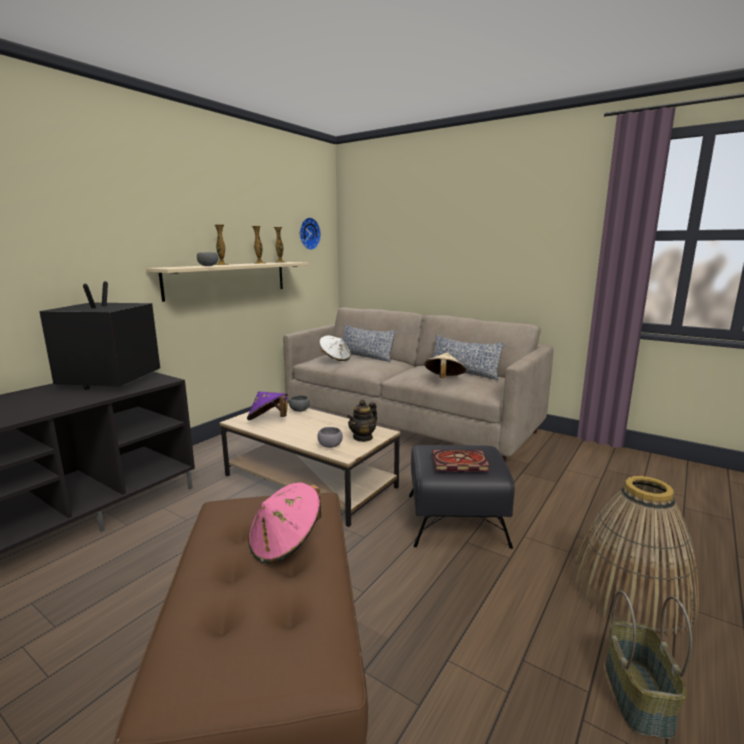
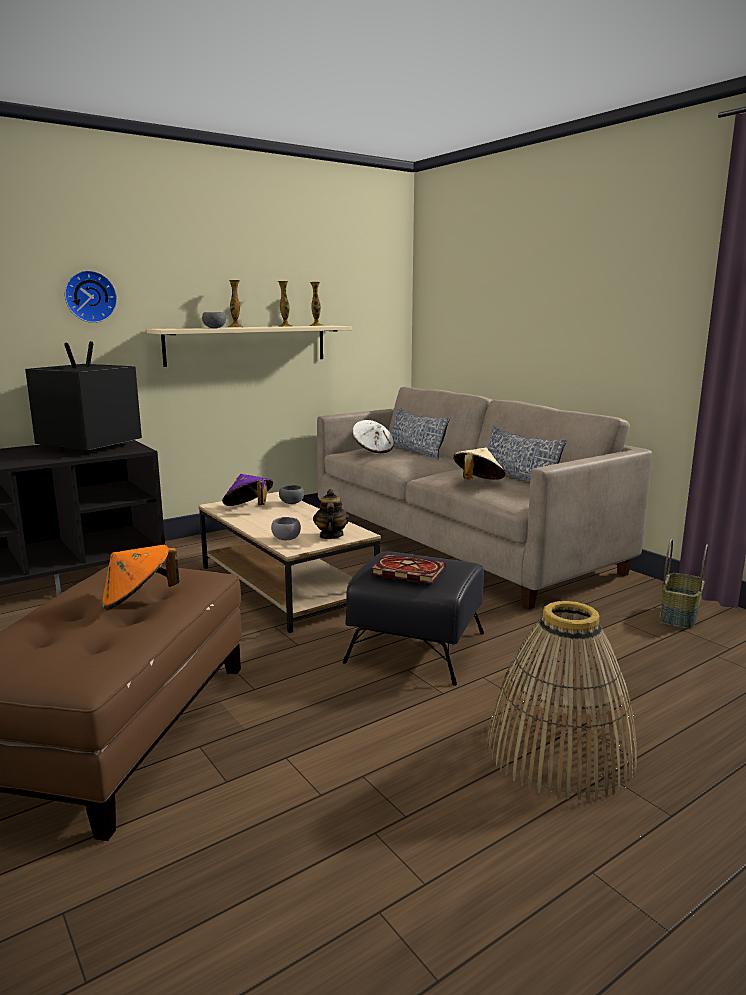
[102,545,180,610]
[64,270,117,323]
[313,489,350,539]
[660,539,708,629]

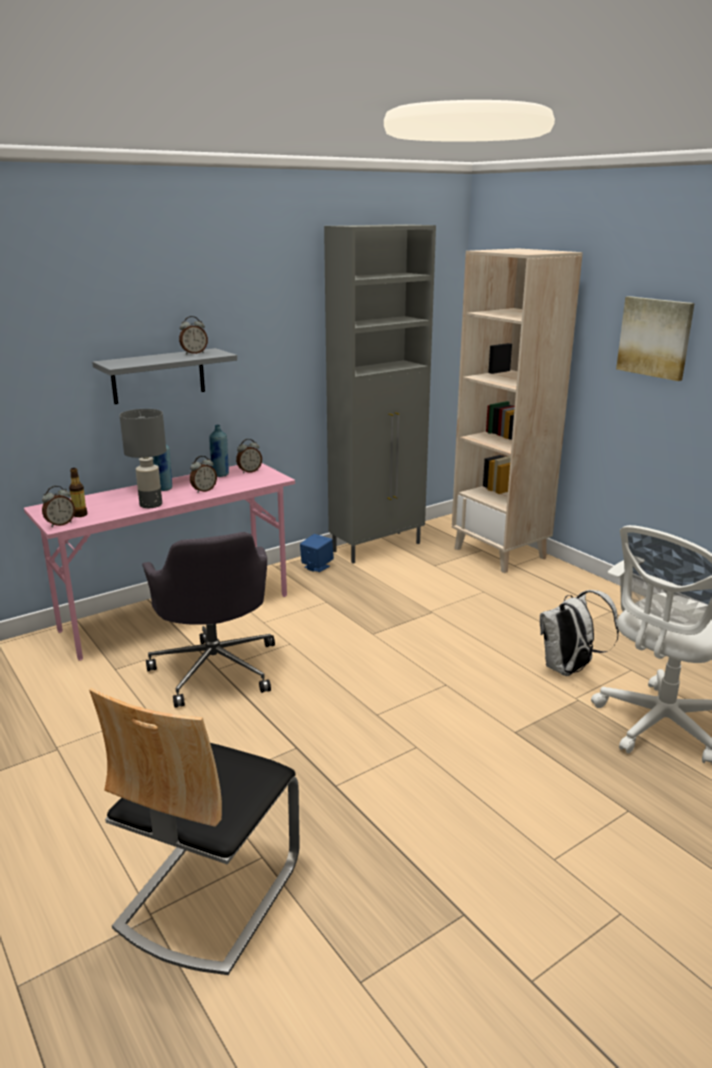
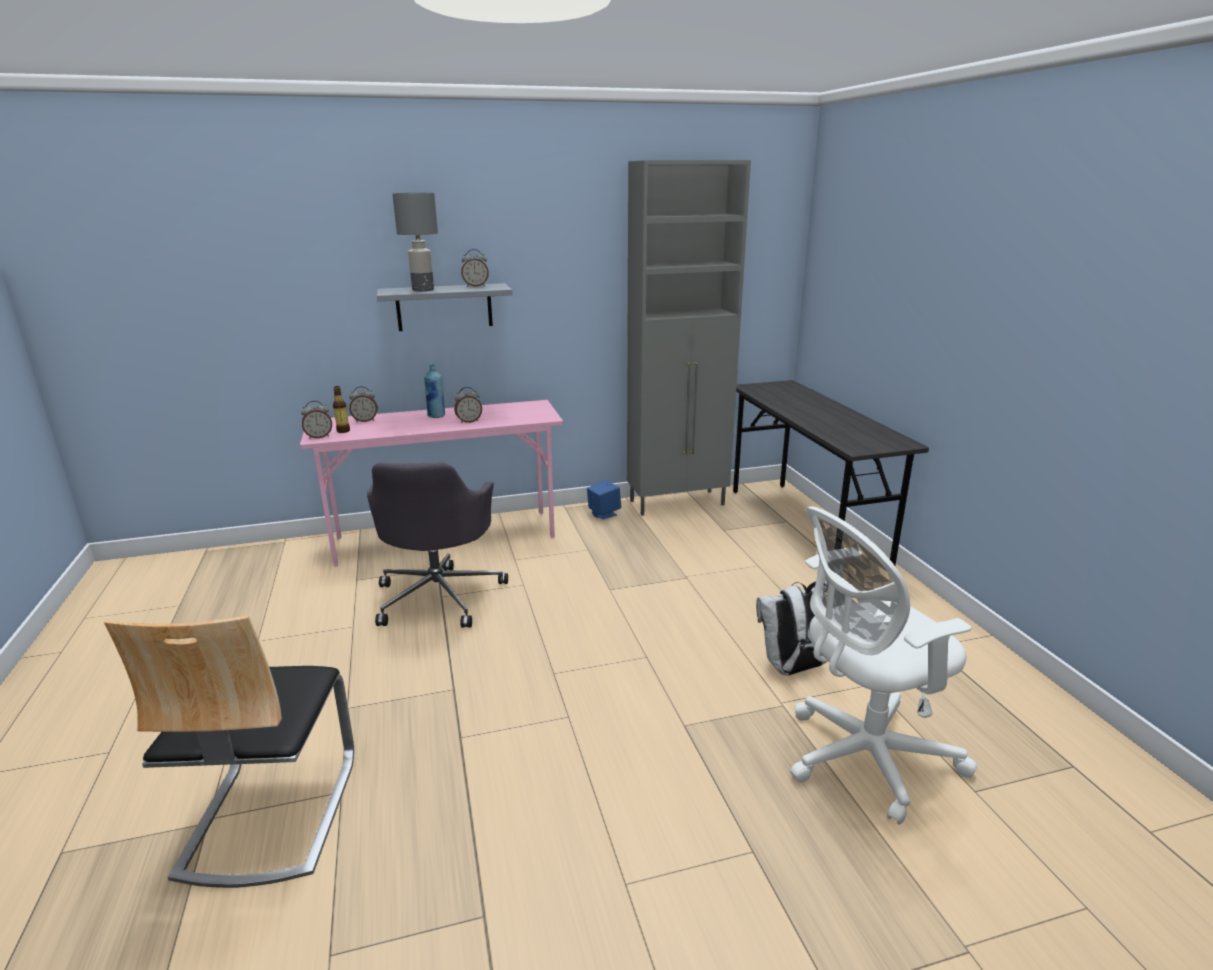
[104,615,354,888]
[392,193,438,291]
[209,425,229,477] (first image)
[349,386,378,422]
[733,380,929,565]
[616,296,695,381] (first image)

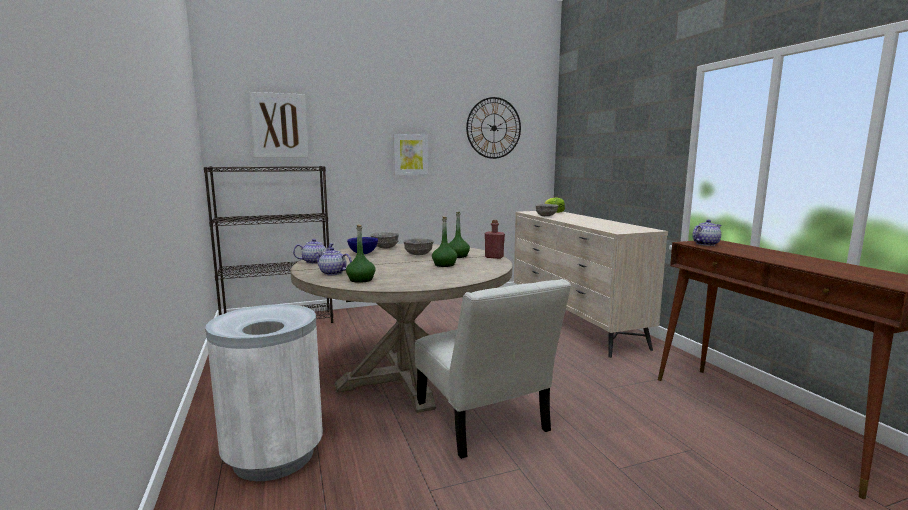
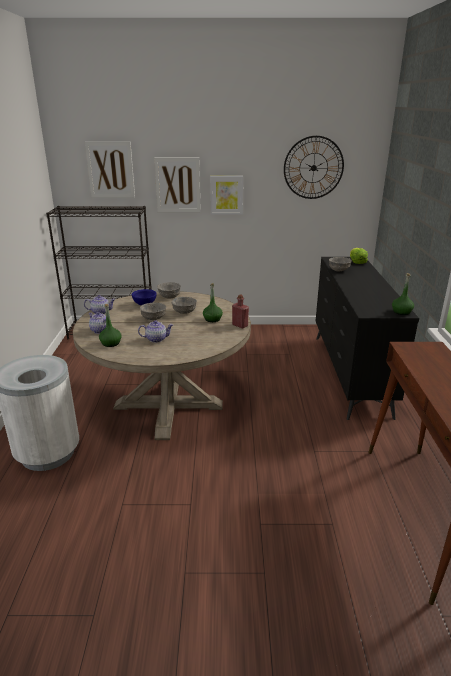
[415,279,571,459] (first image)
[392,273,414,315]
[316,257,419,420]
[138,320,173,343]
[140,303,166,320]
[154,157,201,213]

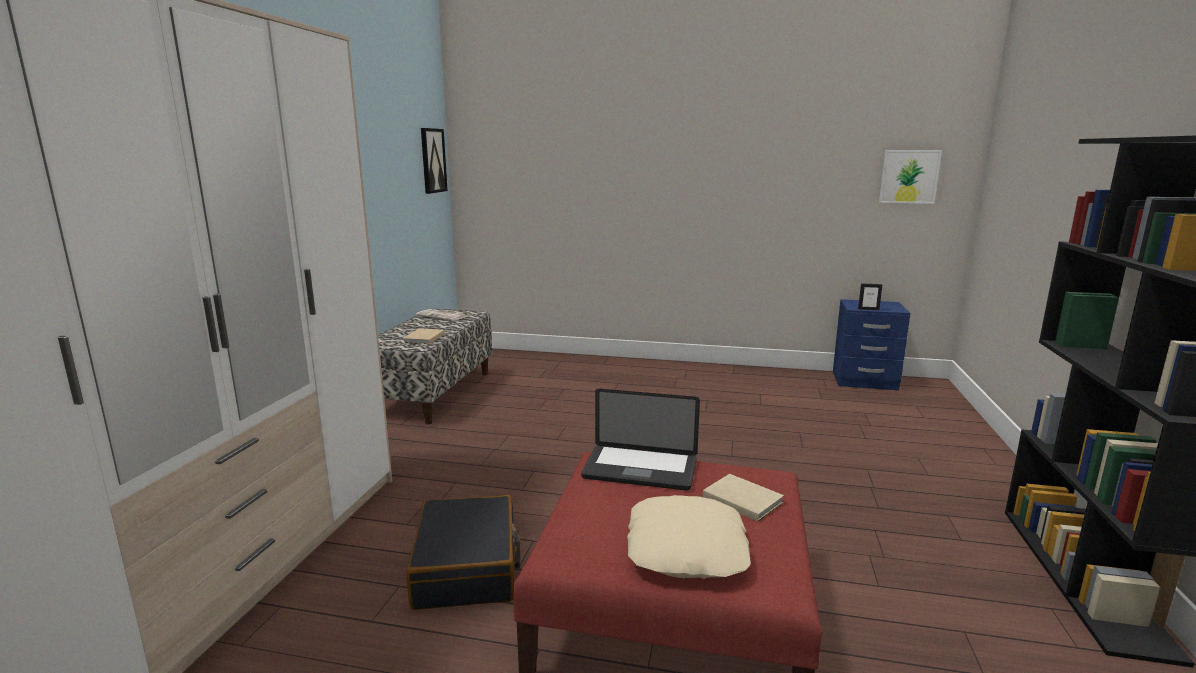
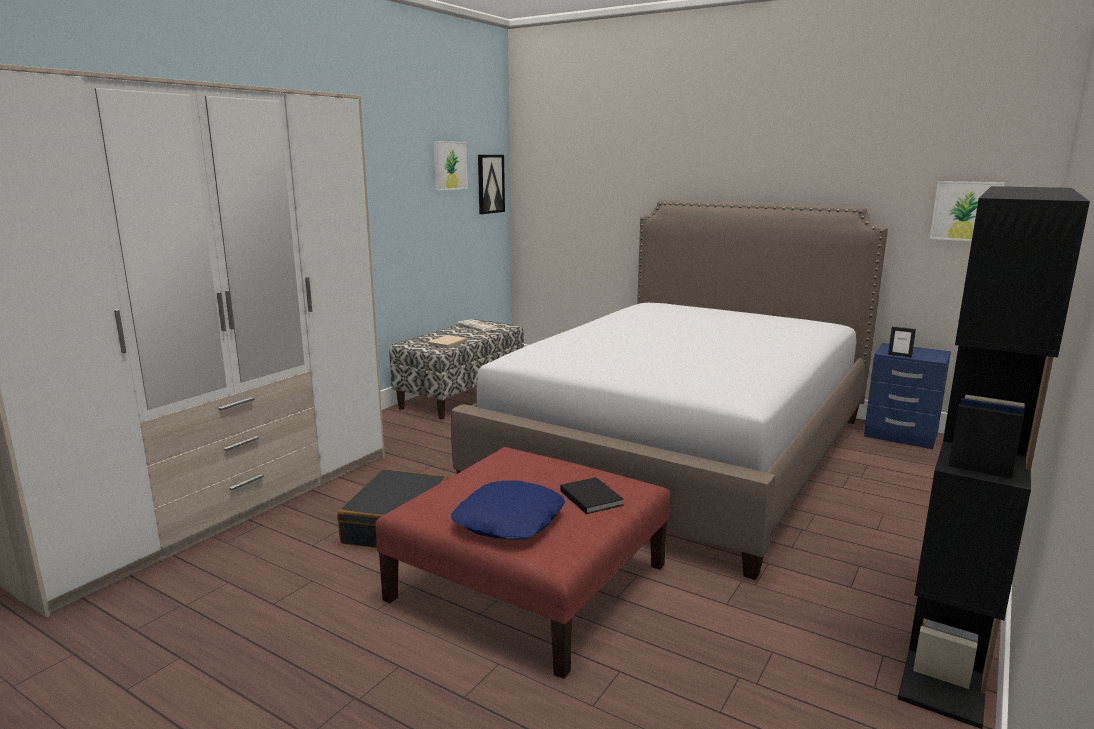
[581,389,700,491] (first image)
[451,481,565,540]
[560,477,624,514]
[433,141,468,191]
[451,200,888,580]

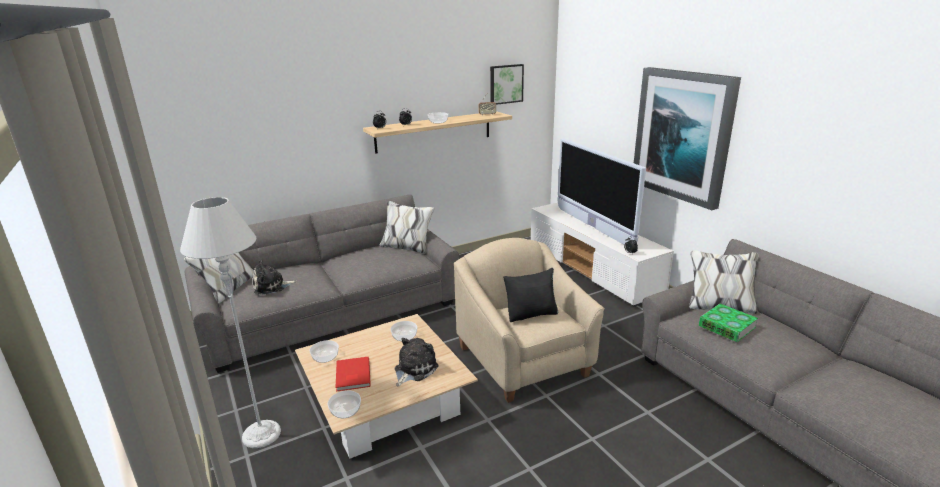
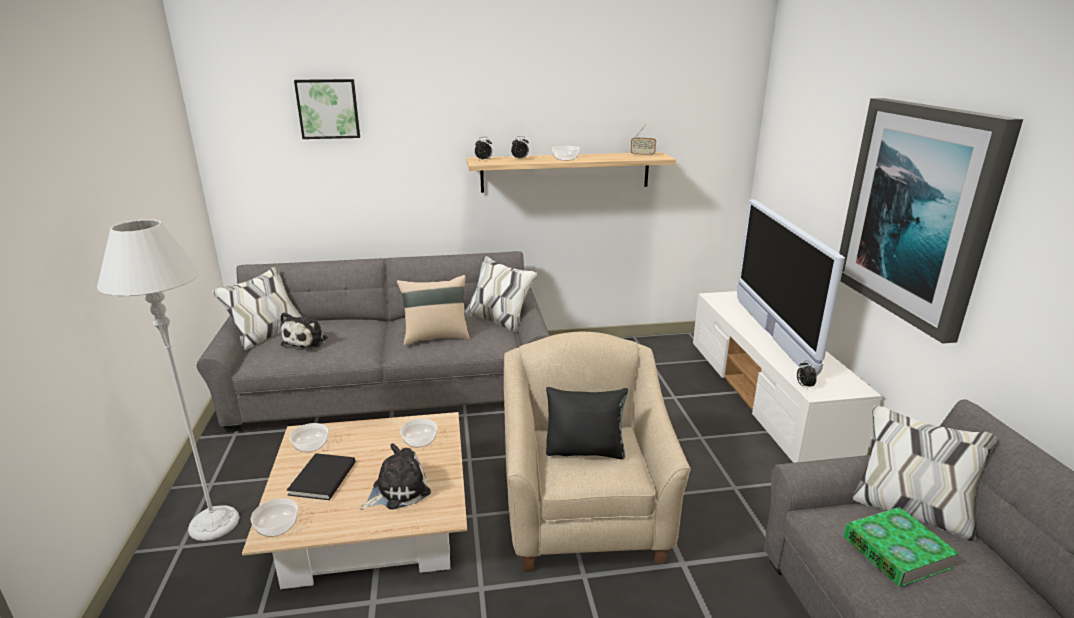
[280,312,328,350]
[287,453,356,500]
[294,79,360,139]
[397,275,470,346]

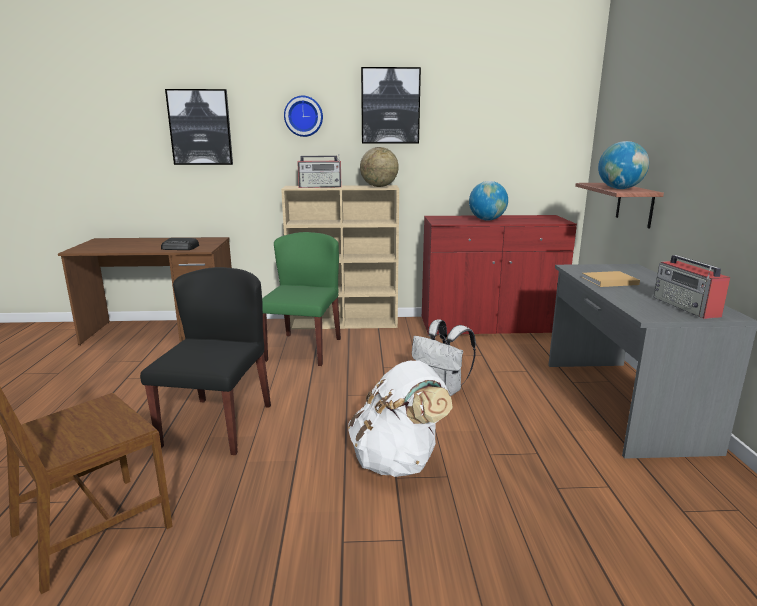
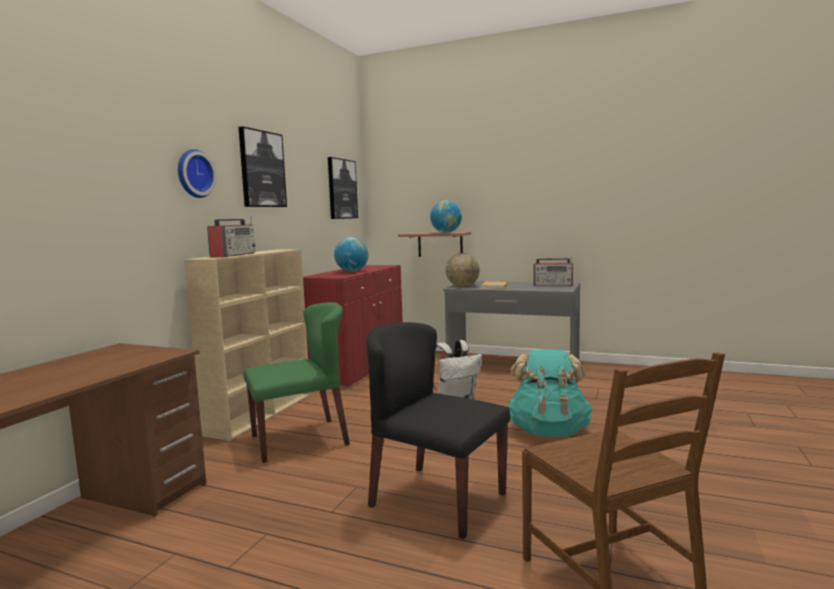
[161,238,199,250] (first image)
[328,157,358,219]
[244,302,350,463]
[507,349,593,437]
[446,253,480,287]

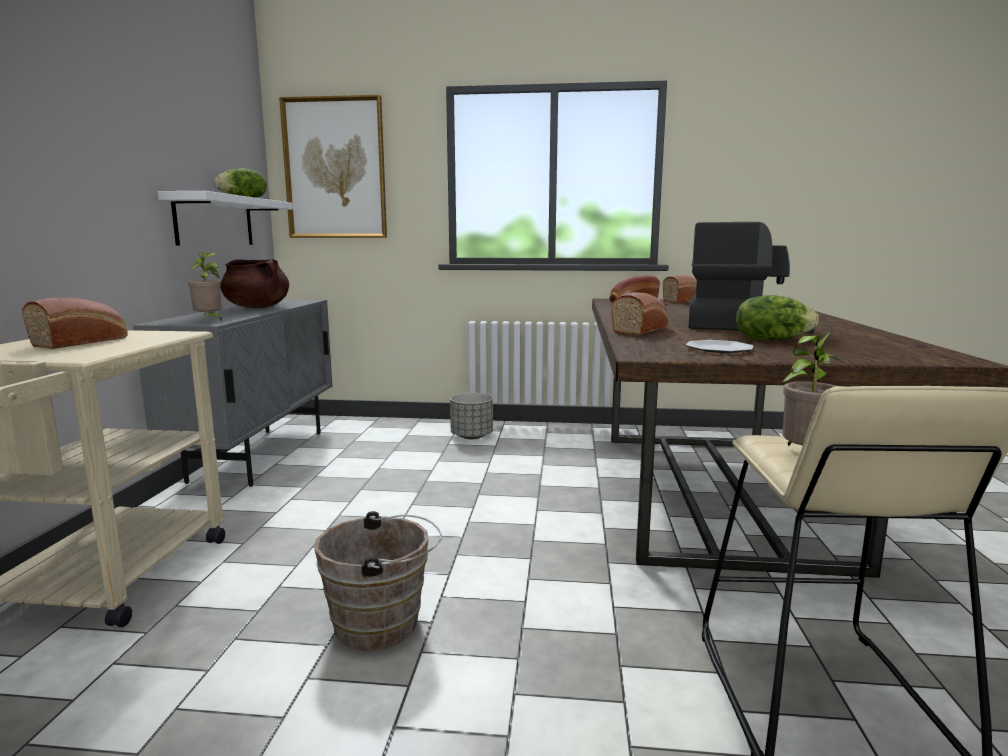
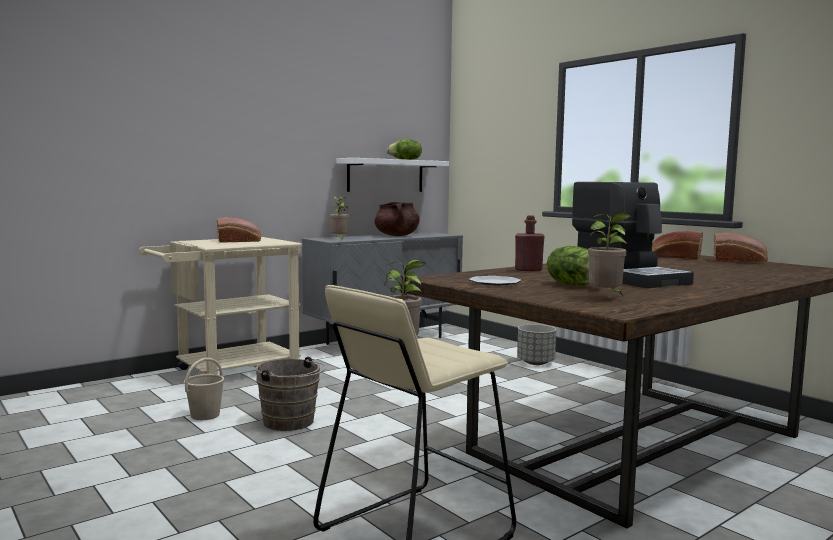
[279,95,387,238] (first image)
[515,215,545,271]
[184,358,224,420]
[588,213,631,294]

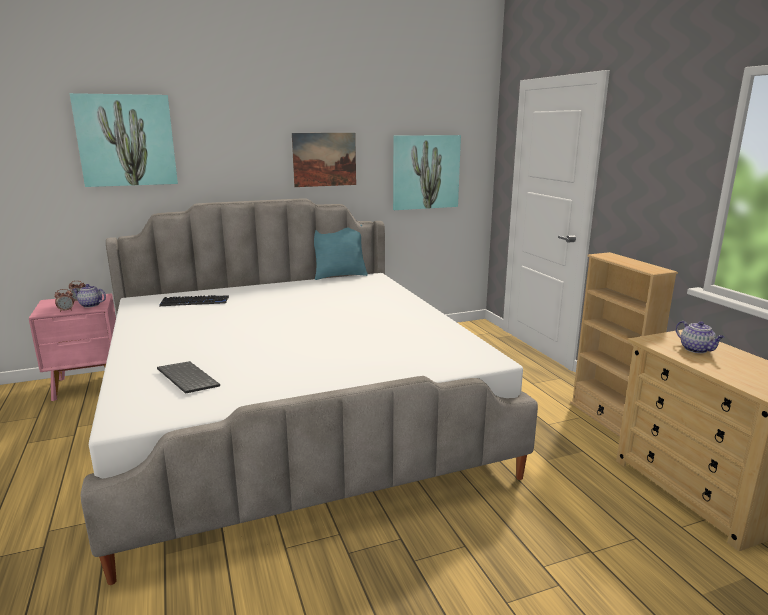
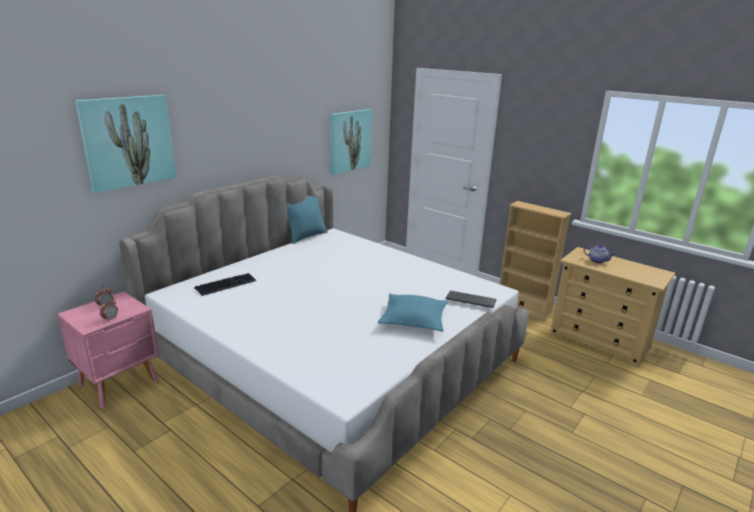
[73,284,106,307] (first image)
[446,291,496,308]
[292,133,356,187] (first image)
[378,293,448,332]

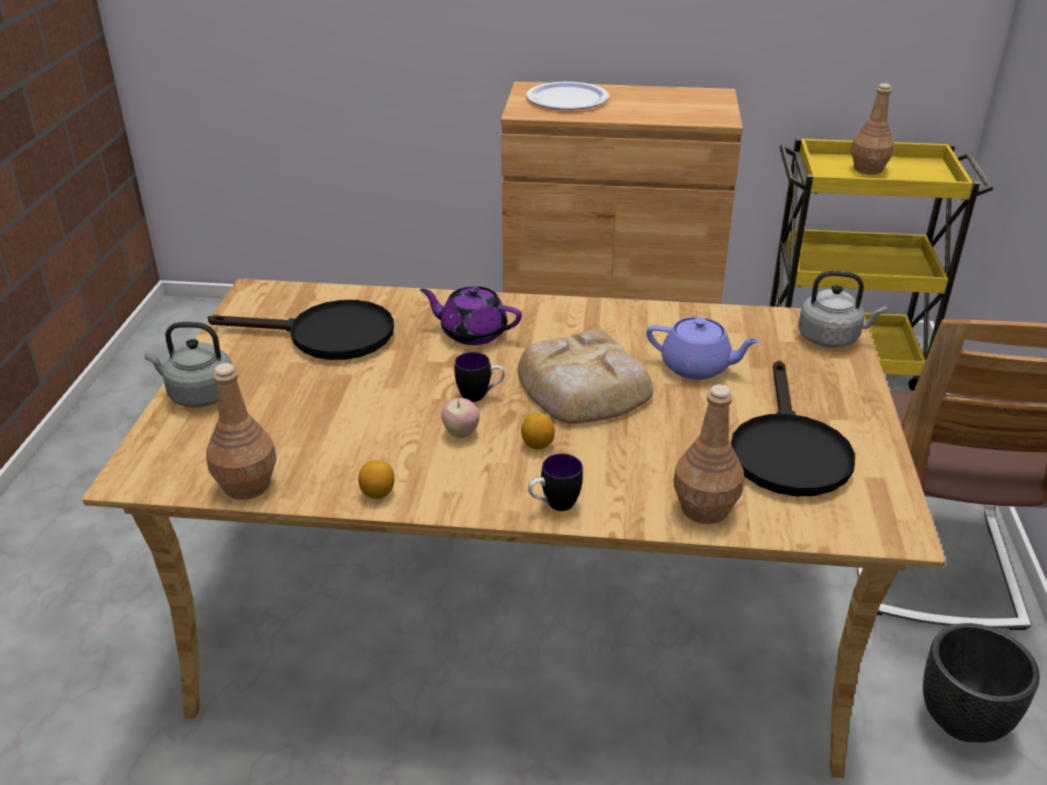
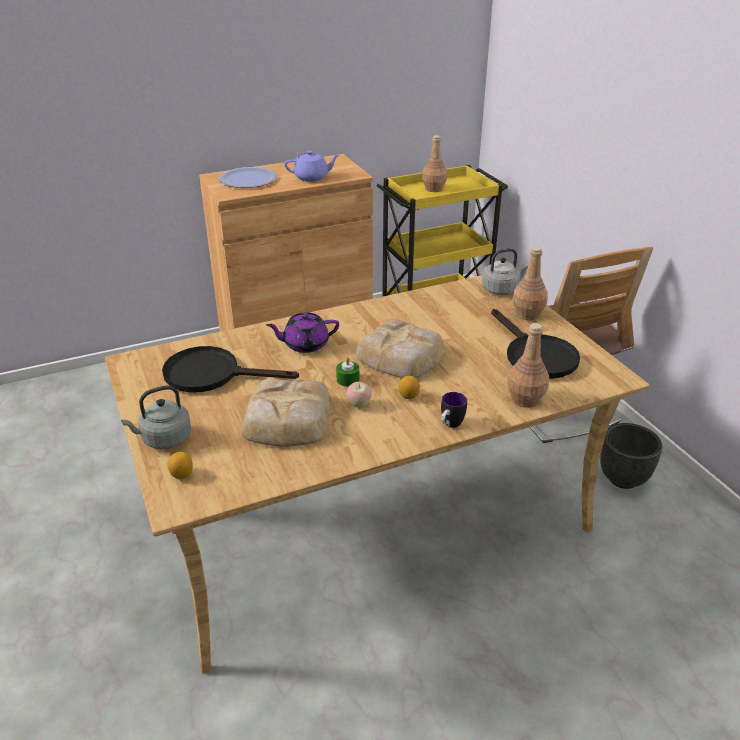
[512,246,548,320]
[162,346,299,392]
[167,452,193,479]
[336,357,359,387]
[284,150,340,182]
[242,379,330,447]

